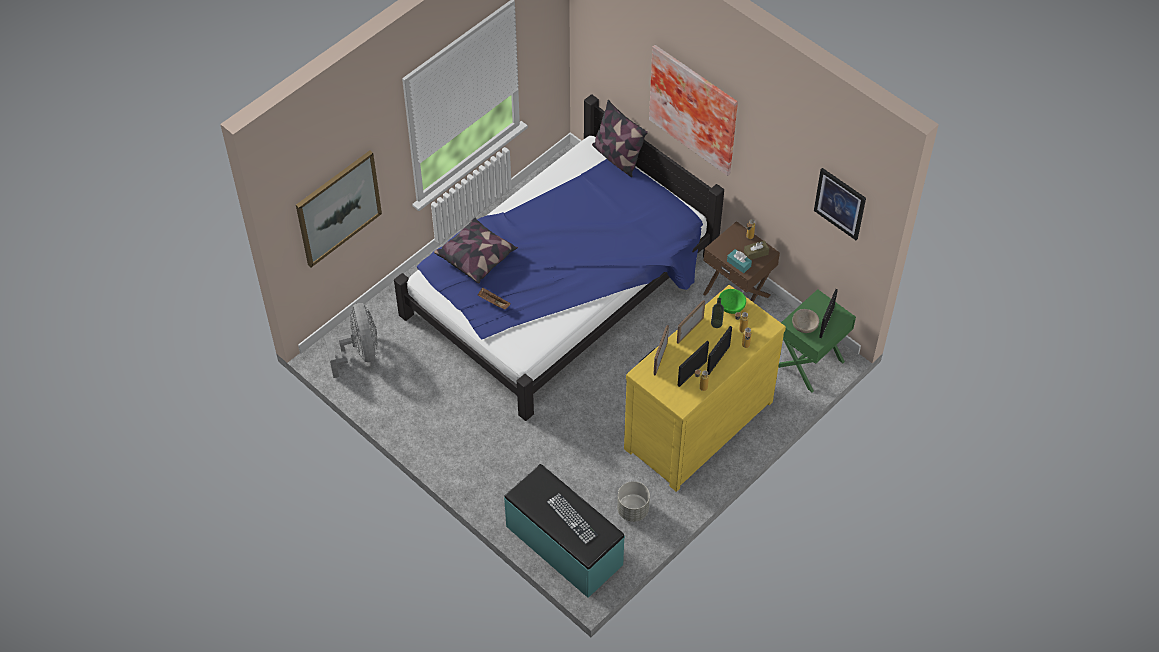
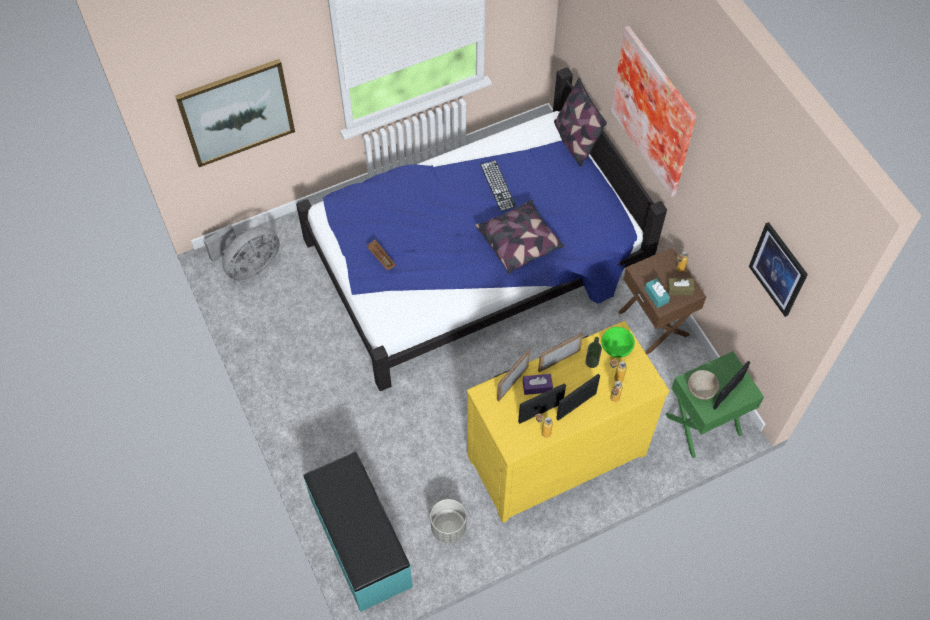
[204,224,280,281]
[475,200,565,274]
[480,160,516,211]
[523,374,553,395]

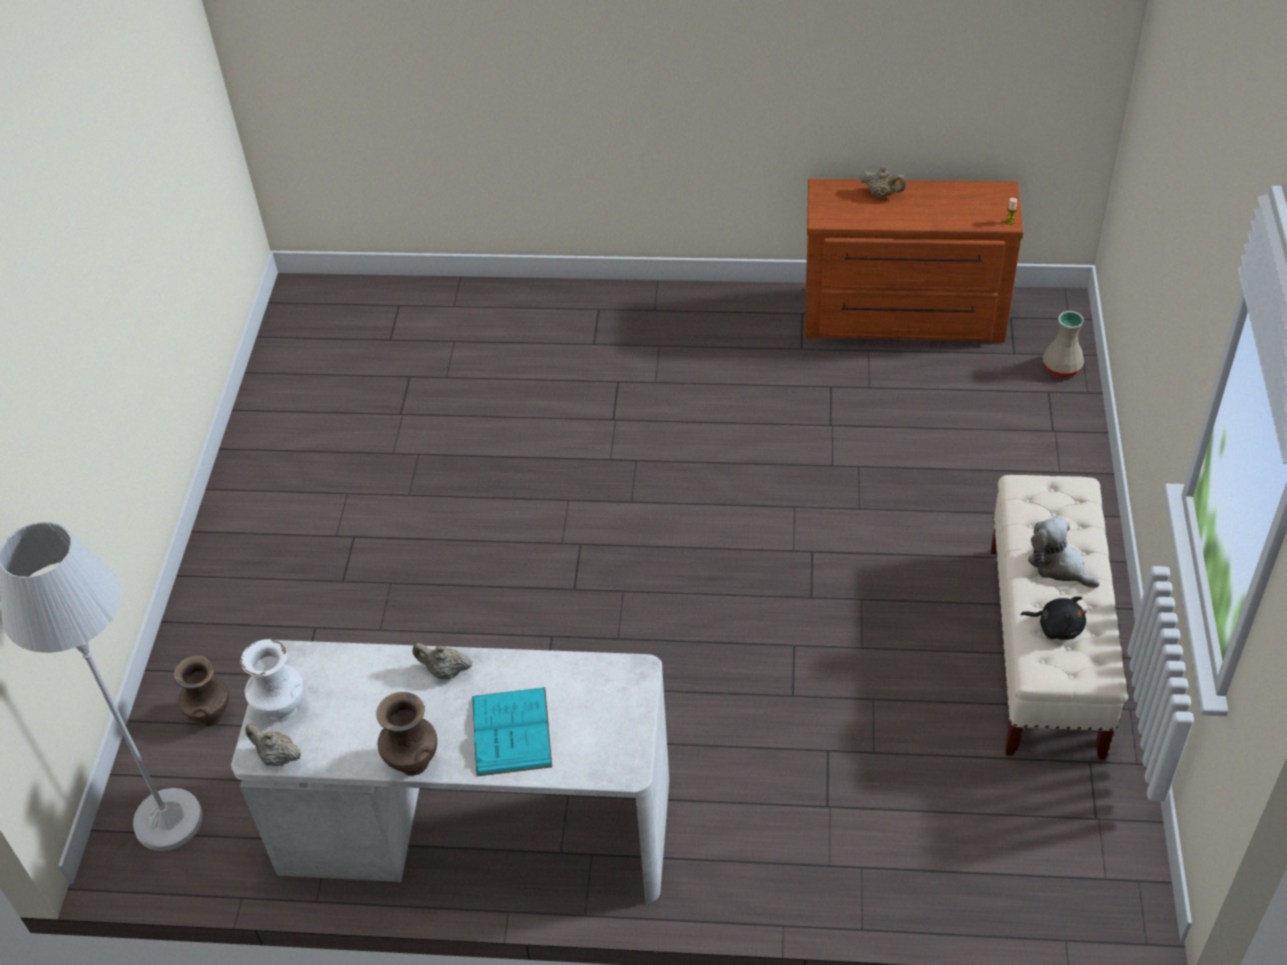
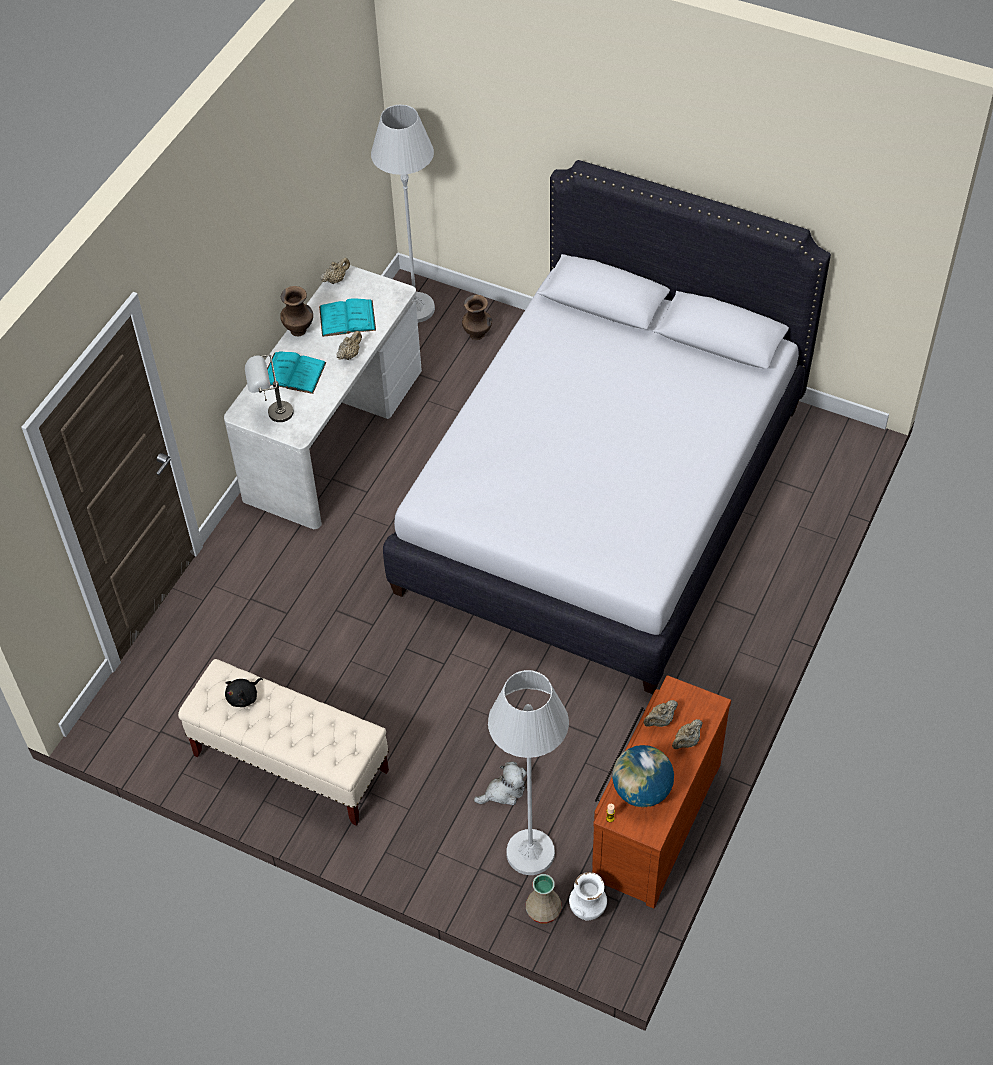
[569,872,607,921]
[474,762,527,805]
[245,355,294,422]
[319,298,376,337]
[383,160,831,694]
[488,670,569,875]
[612,745,674,807]
[643,700,678,727]

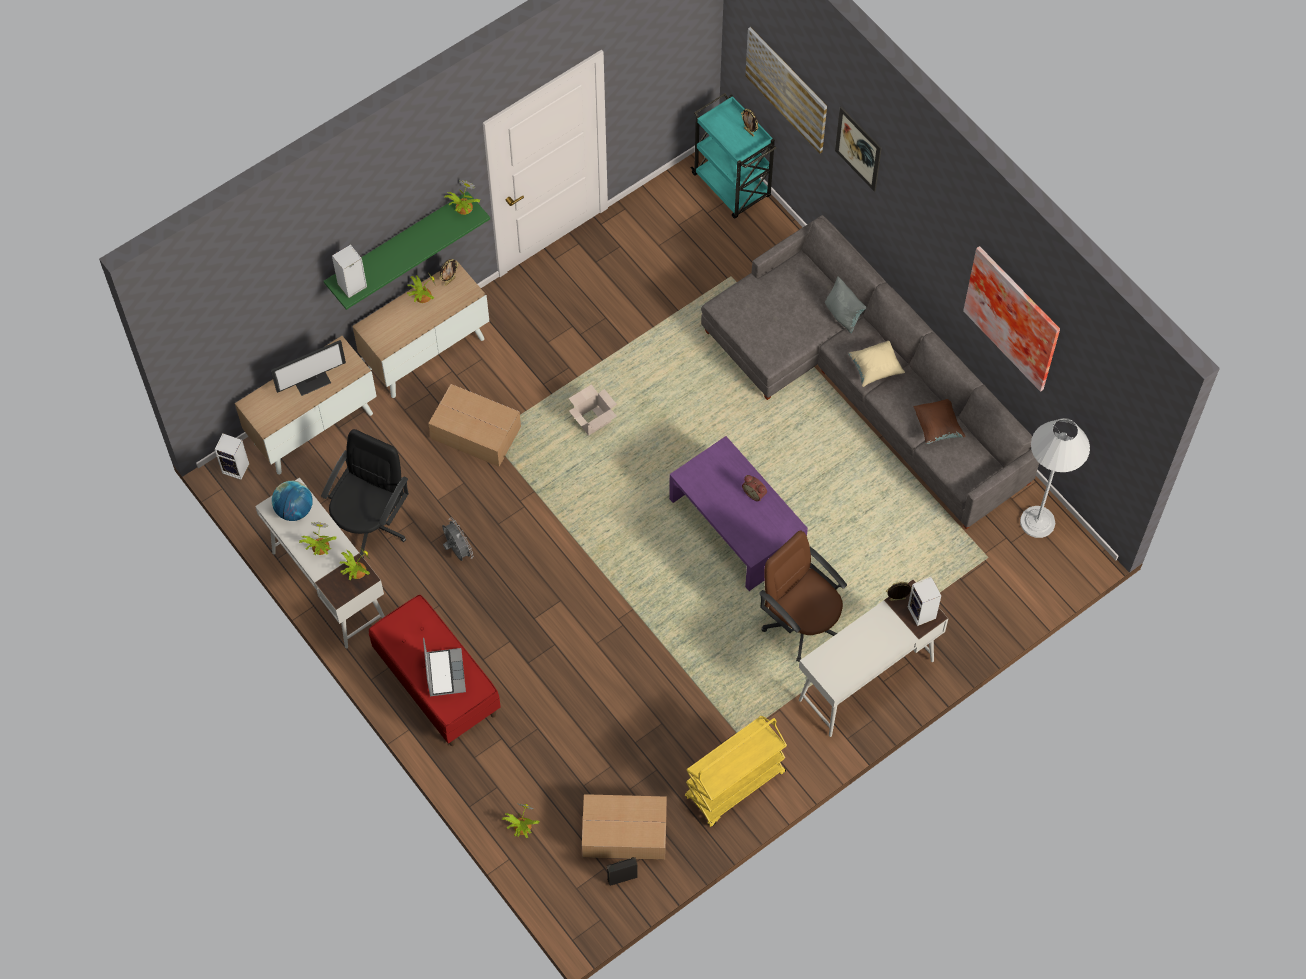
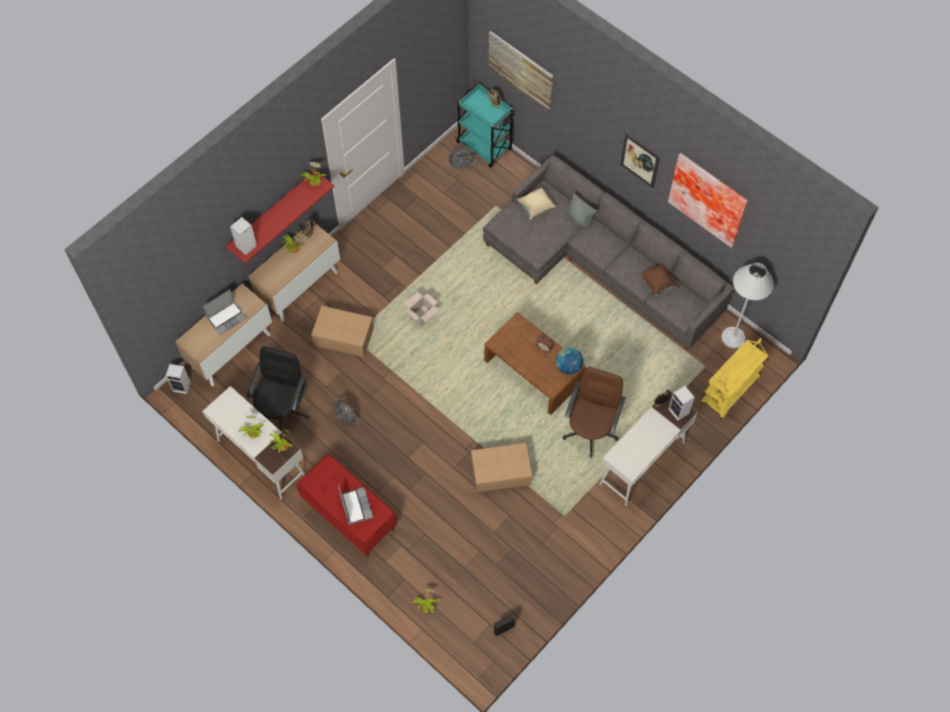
[203,290,247,335]
[556,347,583,375]
[226,170,334,263]
[471,443,532,493]
[484,312,585,415]
[701,338,768,419]
[563,367,626,458]
[620,133,660,188]
[517,188,556,220]
[447,149,475,170]

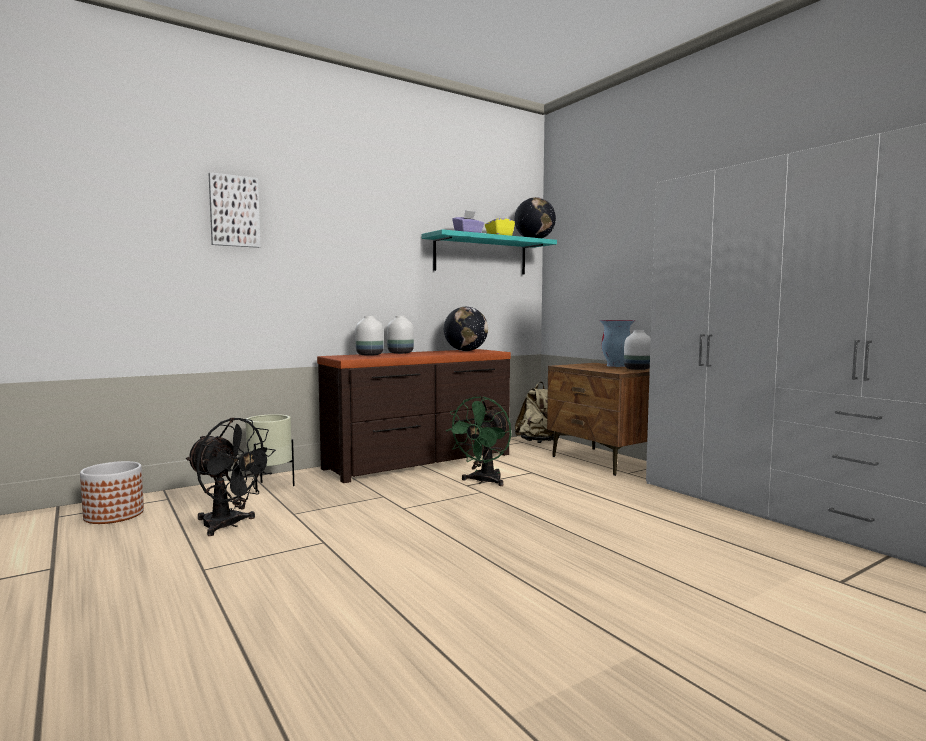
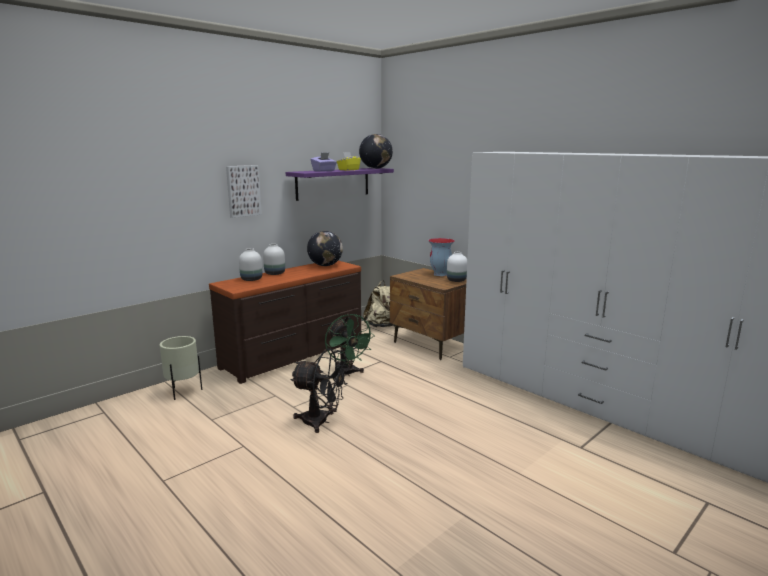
[80,461,144,524] (first image)
[290,348,349,433]
[226,165,262,218]
[286,168,394,201]
[325,314,375,379]

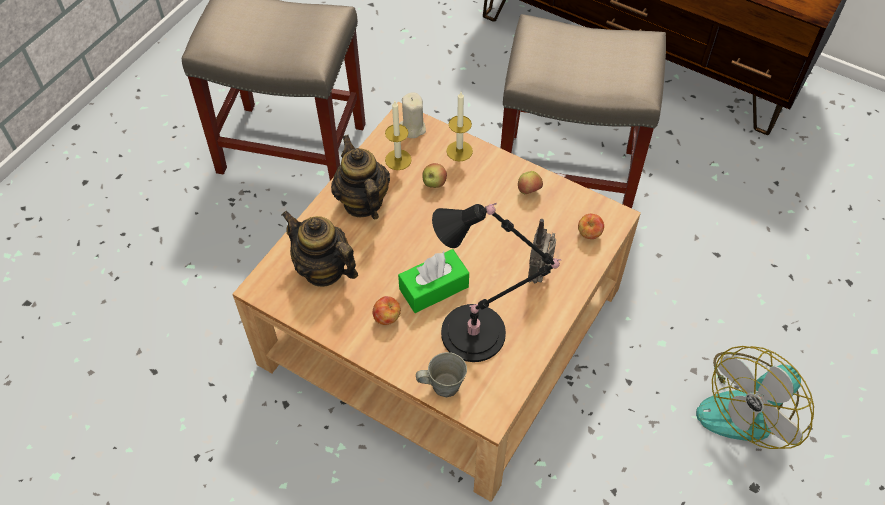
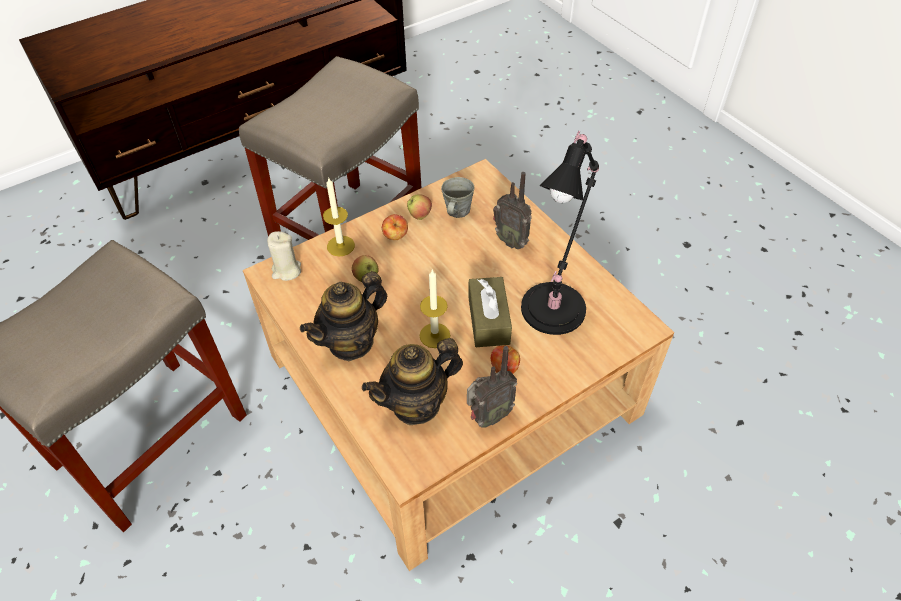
[300,271,387,361]
[420,270,450,348]
[468,277,512,347]
[441,177,474,218]
[382,214,408,240]
[696,346,814,449] (first image)
[467,346,517,428]

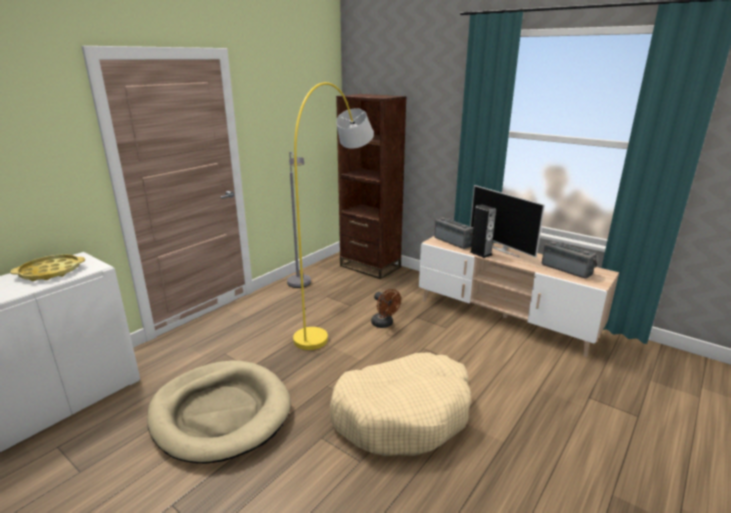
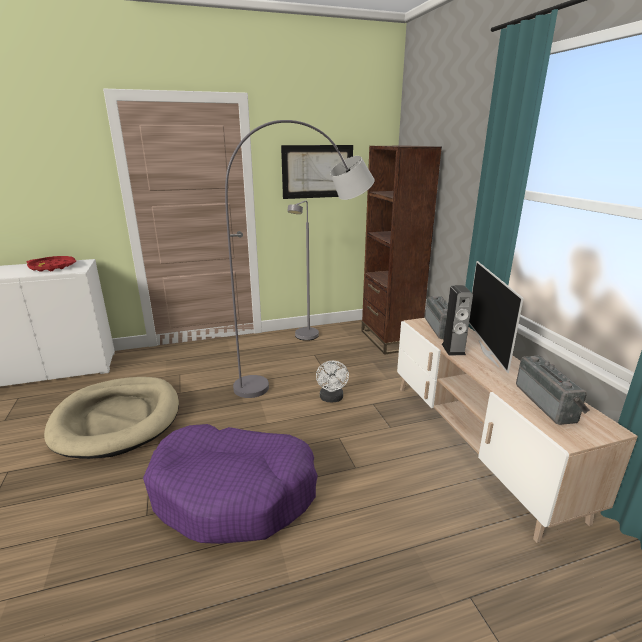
[27,256,76,272]
[225,120,375,398]
[143,424,318,544]
[316,361,349,402]
[281,145,353,199]

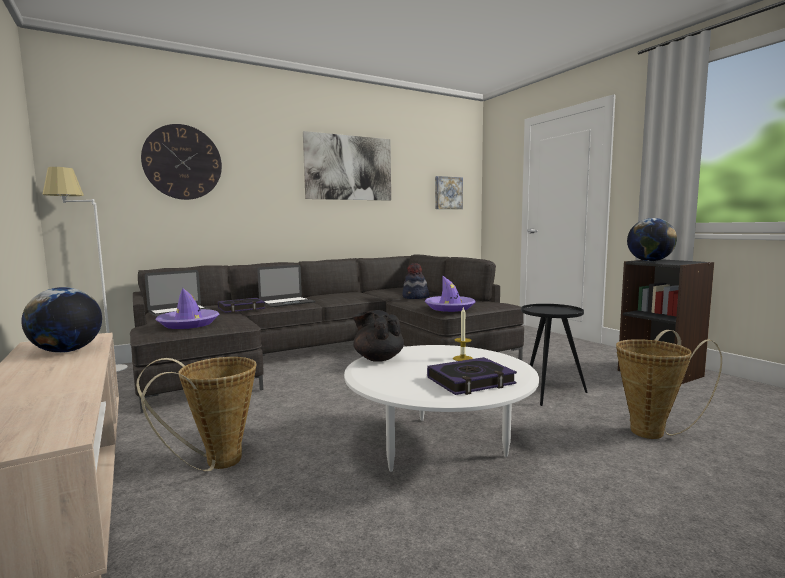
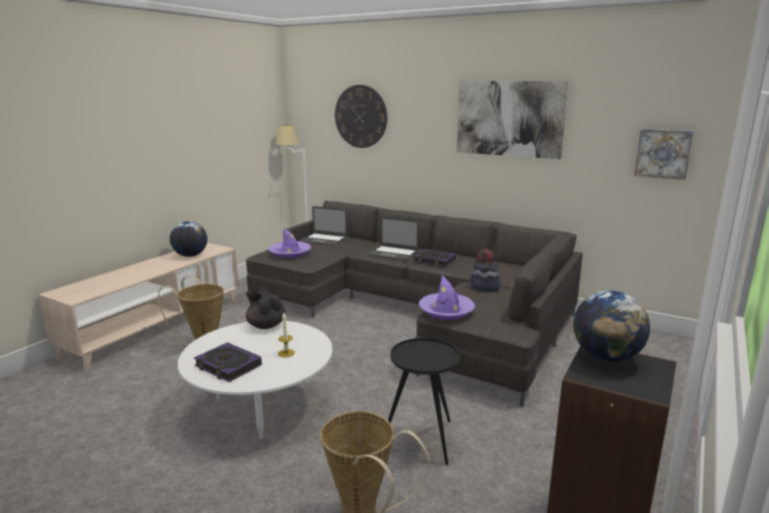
[413,249,456,267]
[246,287,286,329]

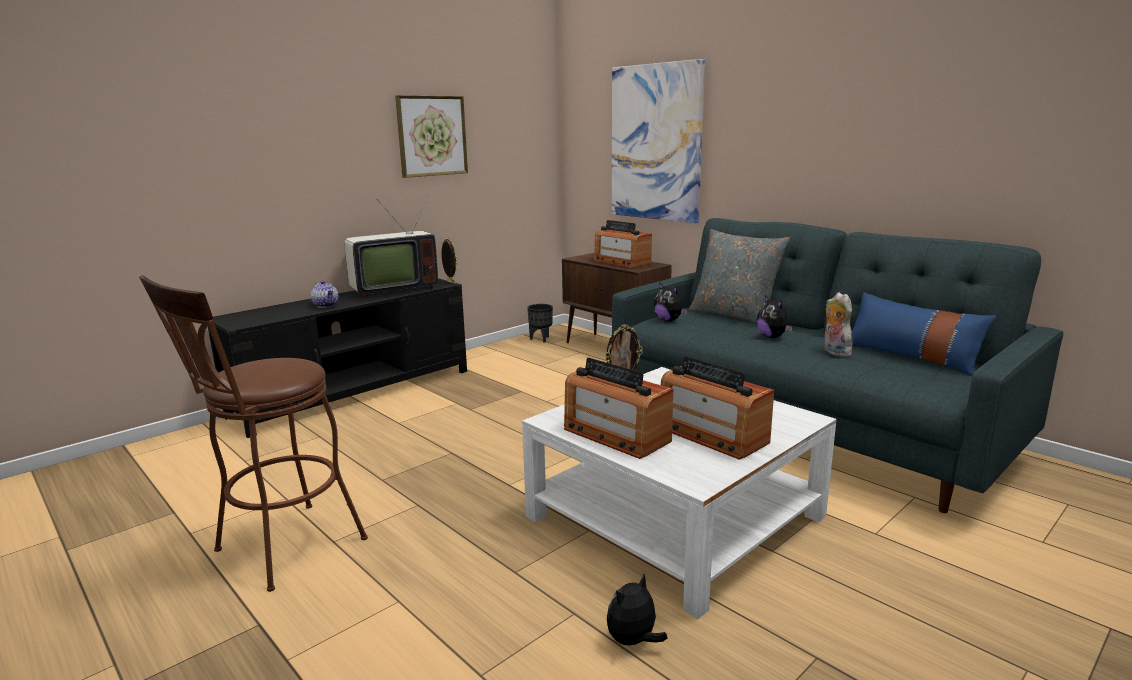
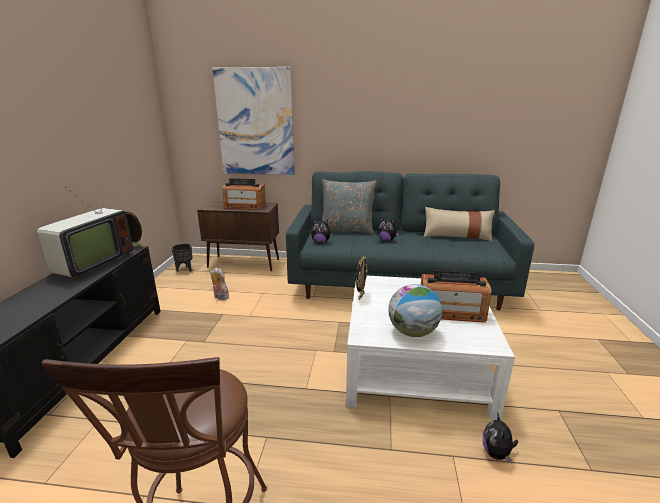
[311,280,339,308] (first image)
[395,95,468,178] (first image)
[388,284,442,337]
[210,268,229,300]
[424,207,495,242]

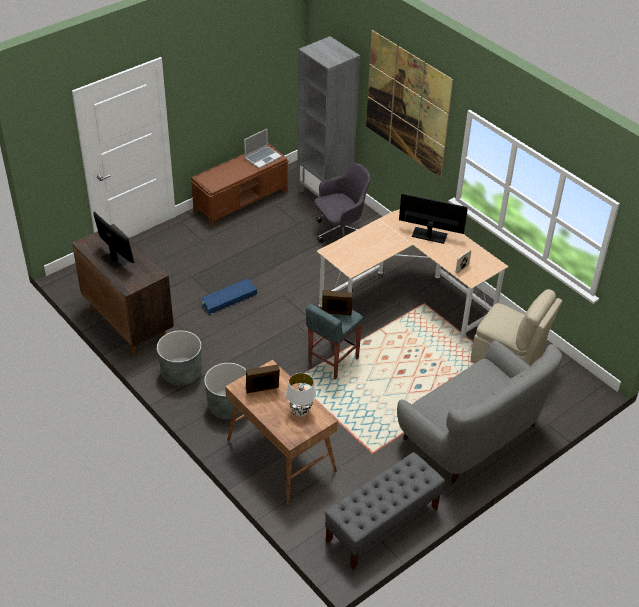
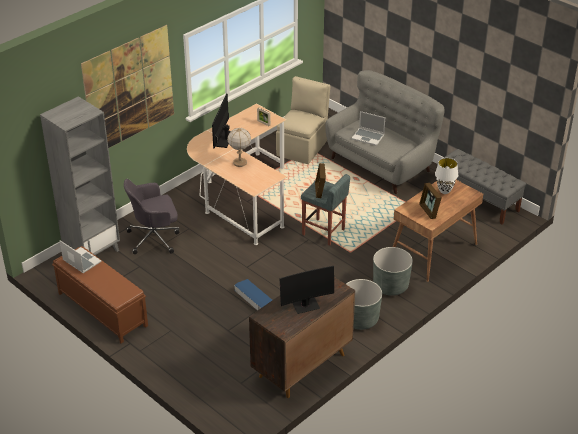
[280,266,334,314]
[124,179,180,254]
[227,128,251,167]
[352,111,385,146]

